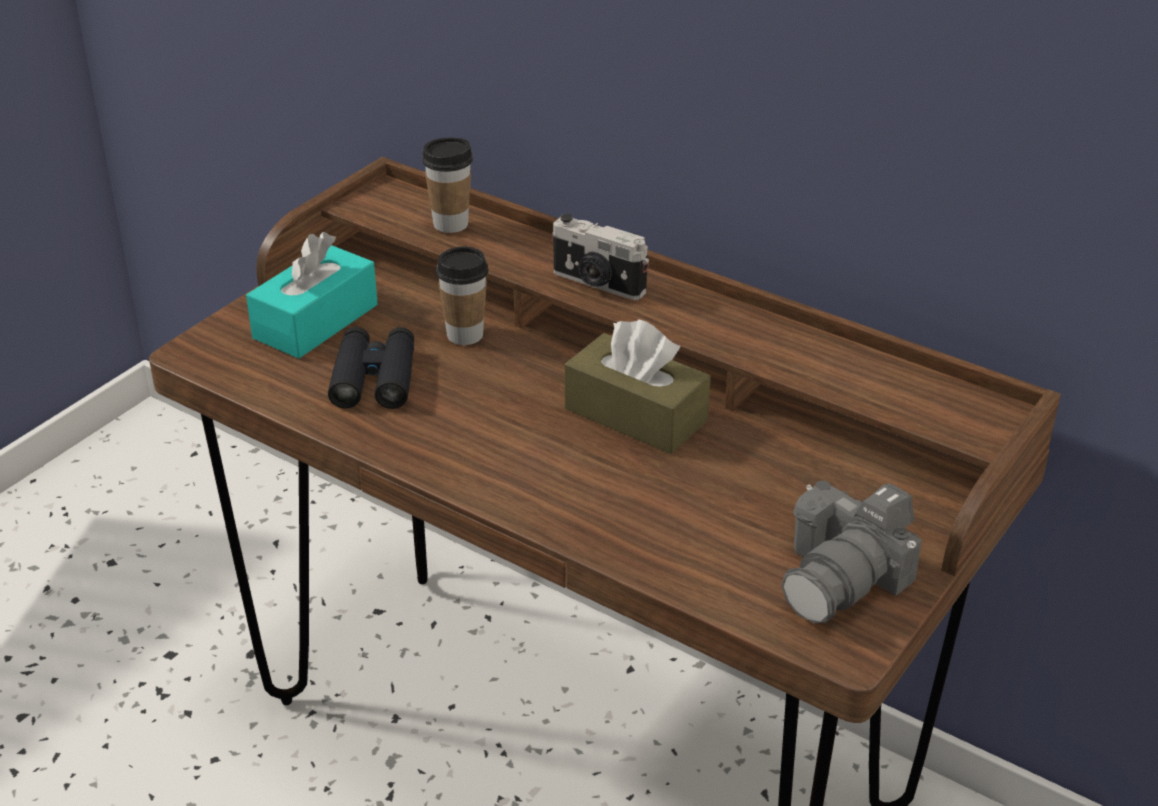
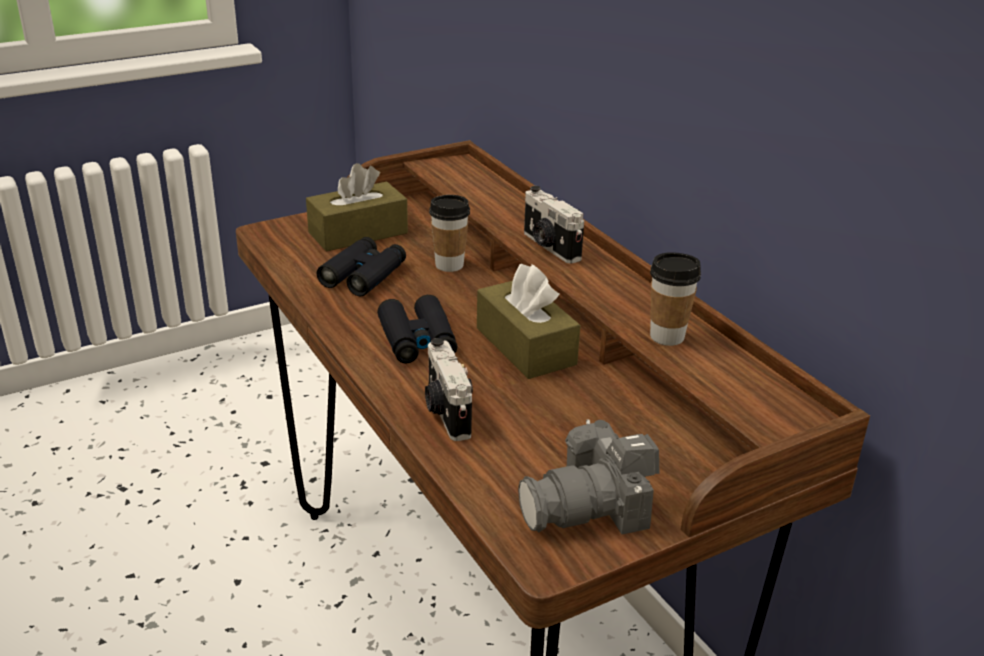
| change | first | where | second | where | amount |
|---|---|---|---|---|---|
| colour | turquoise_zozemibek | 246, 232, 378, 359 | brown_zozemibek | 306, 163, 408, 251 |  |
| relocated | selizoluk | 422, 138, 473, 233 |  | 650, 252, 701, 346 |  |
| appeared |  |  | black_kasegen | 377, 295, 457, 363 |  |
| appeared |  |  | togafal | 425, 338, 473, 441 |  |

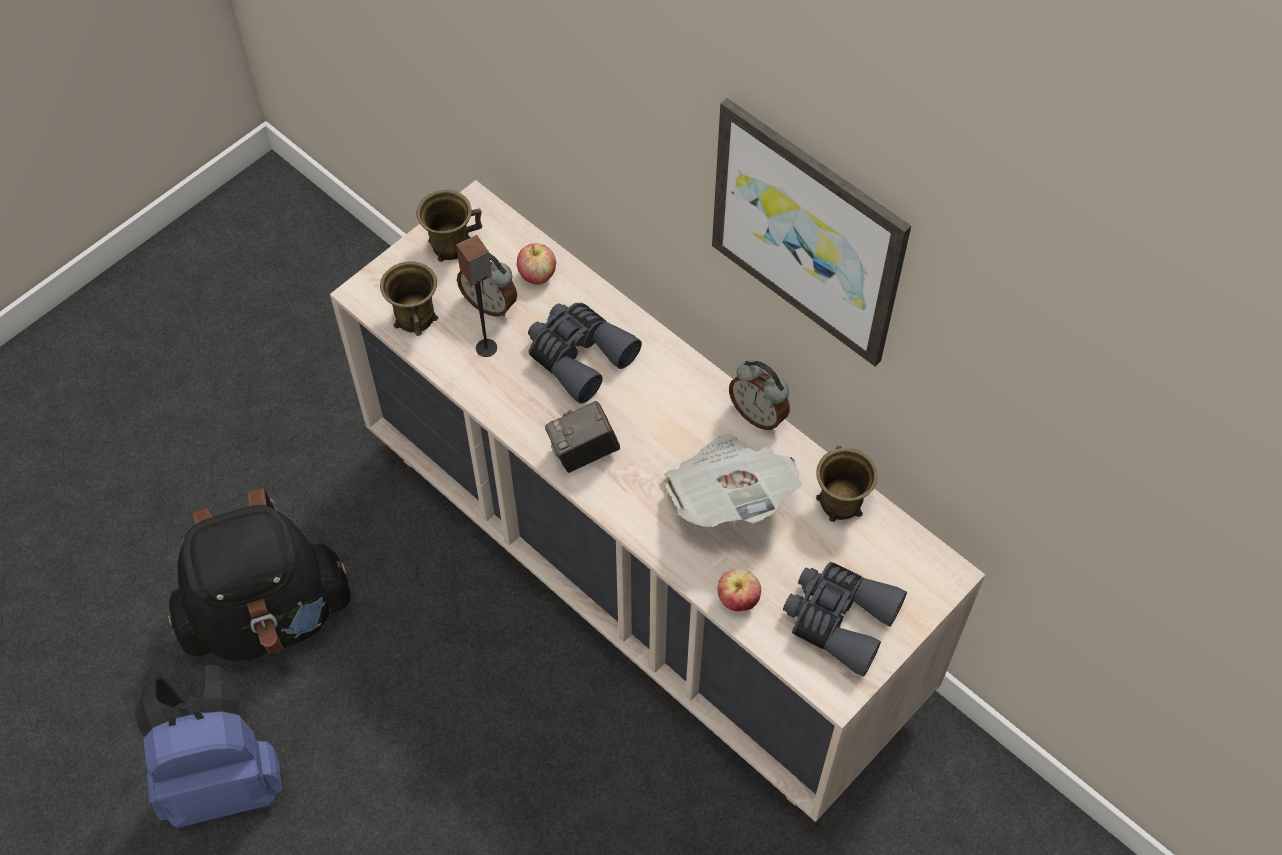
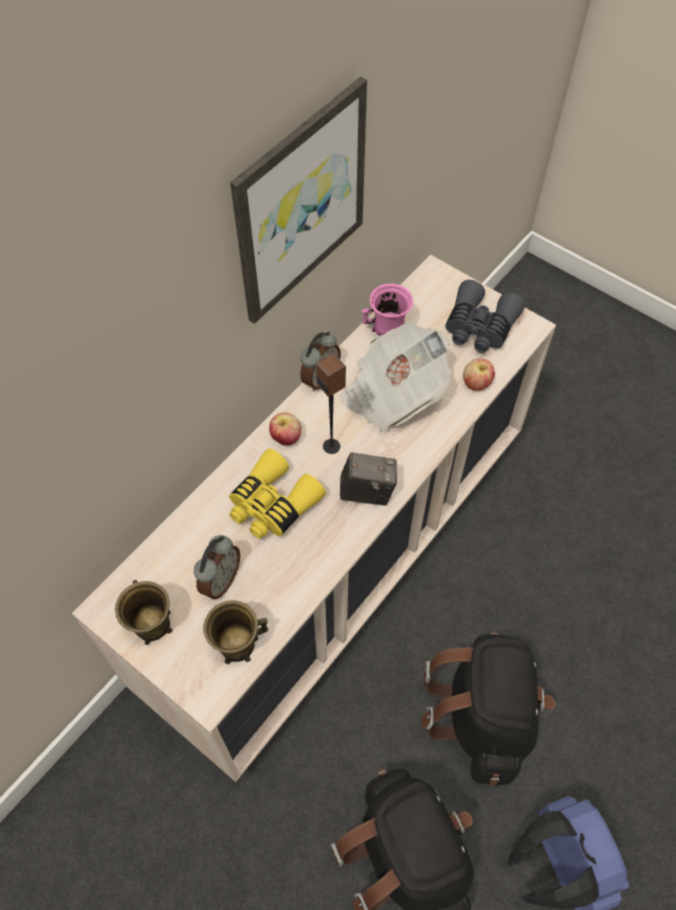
| change | first | where | second | where | amount |
|---|---|---|---|---|---|
| relocated | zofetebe | 456, 235, 497, 357 |  | 316, 353, 346, 454 |  |
| relocated | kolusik | 517, 243, 556, 285 |  | 269, 412, 301, 445 |  |
| colour | grey_kasegen | 528, 303, 642, 404 | yellow_kasegen | 229, 448, 326, 539 |  |
| spun | togafal | 545, 401, 620, 473 |  | 340, 452, 397, 506 | 60 degrees counterclockwise |
| colour | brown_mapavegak | 816, 446, 878, 522 | pink_mapavegak | 362, 284, 413, 336 |  |
| appeared |  |  | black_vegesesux | 422, 632, 555, 786 |  |

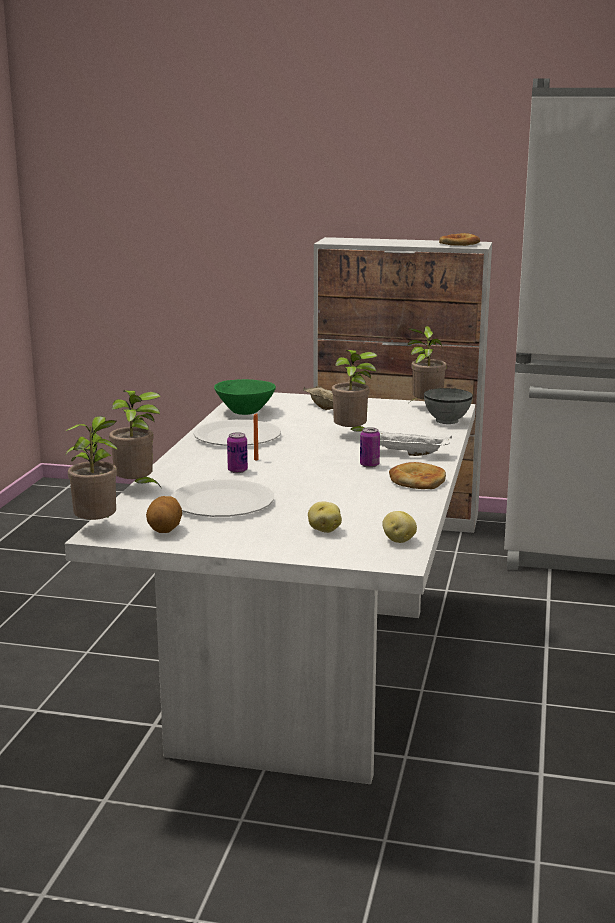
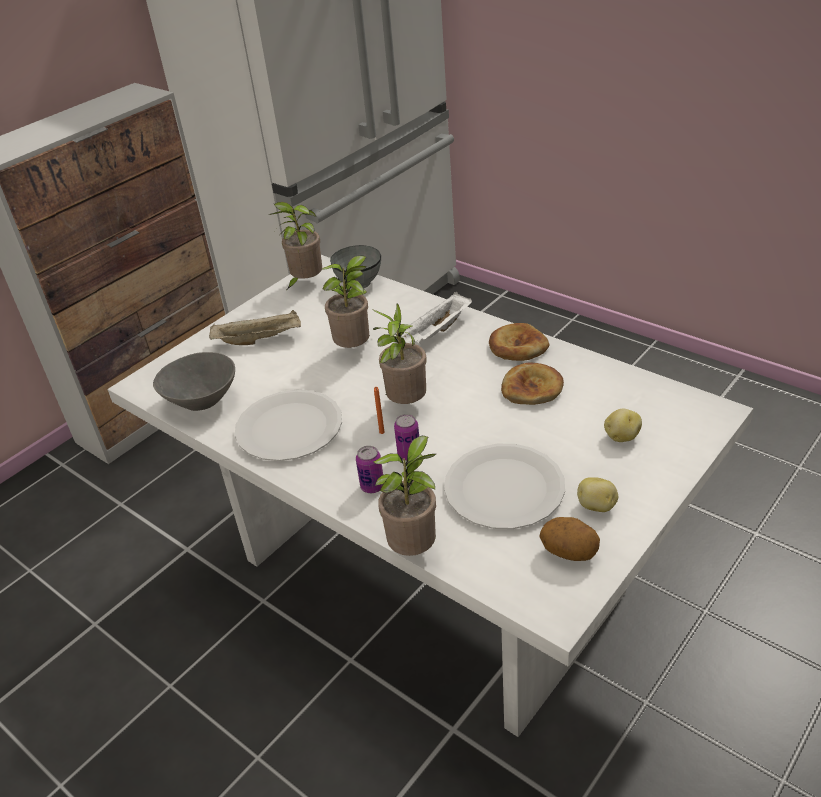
| change | first | where | second | where | amount |
|---|---|---|---|---|---|
| relocated | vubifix | 65, 416, 118, 520 |  | 373, 304, 427, 404 |  |
| colour | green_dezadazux | 214, 379, 276, 415 | grey_dezadazux | 153, 352, 235, 411 |  |
| relocated | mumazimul | 360, 427, 380, 468 |  | 356, 446, 383, 493 |  |
| relocated | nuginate | 382, 511, 417, 543 |  | 577, 477, 618, 512 |  |
| relocated | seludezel | 439, 233, 480, 246 |  | 501, 362, 564, 405 |  |

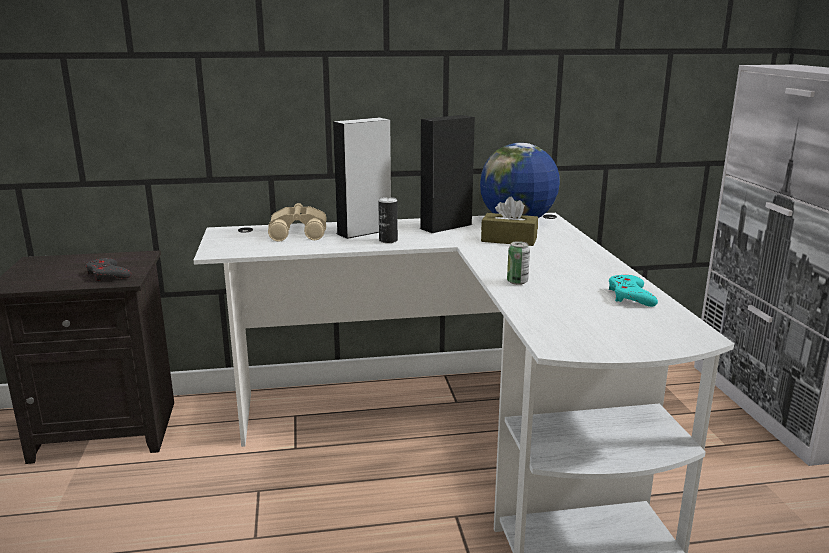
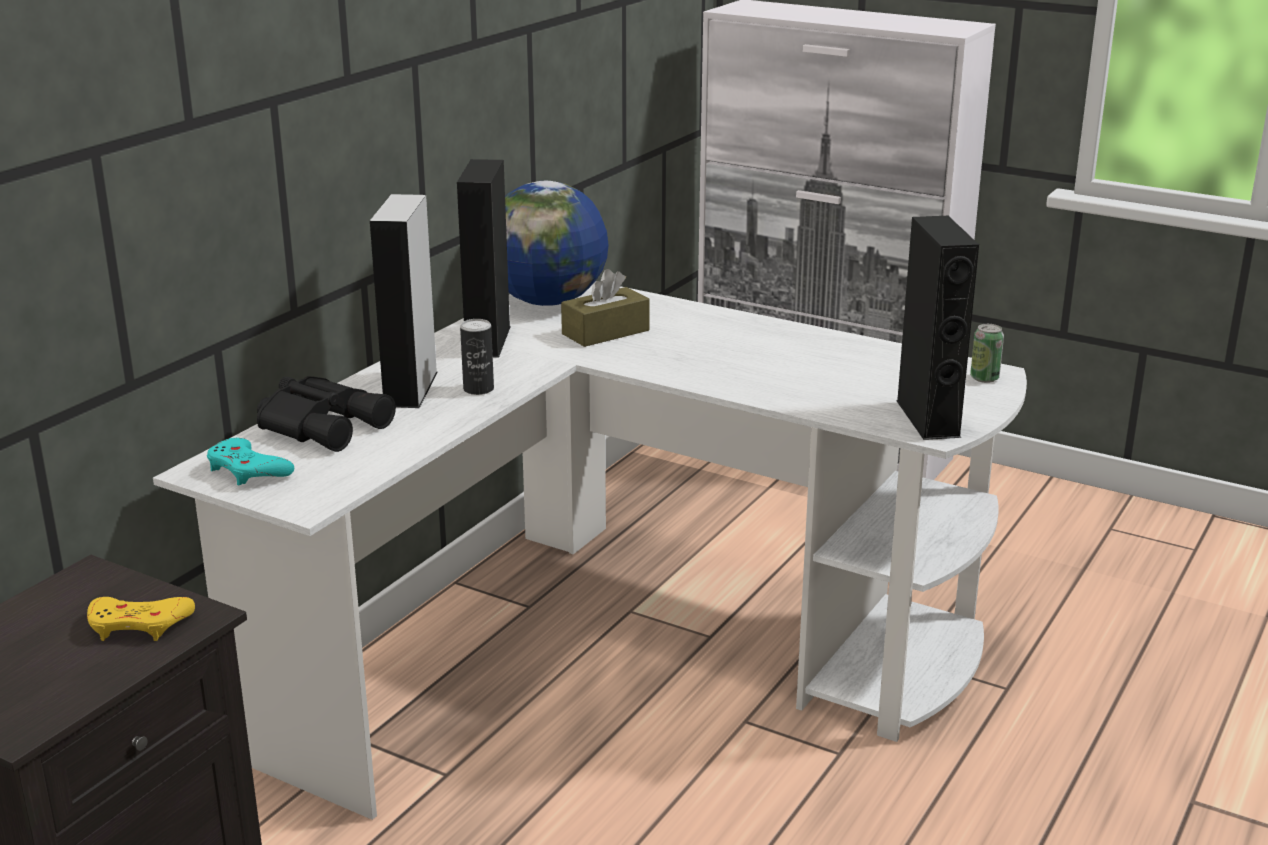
| change | first | where | second | where | amount |
|---|---|---|---|---|---|
| colour | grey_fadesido | 86, 258, 131, 281 | yellow_fadesido | 87, 597, 195, 641 |  |
| colour | beige_kasegen | 268, 203, 327, 241 | black_kasegen | 257, 376, 396, 452 |  |
| relocated | mumazimul | 507, 241, 530, 285 |  | 970, 324, 1004, 383 |  |
| relocated | turquoise_fadesido | 609, 275, 658, 307 |  | 207, 438, 294, 485 |  |
| appeared |  |  | black_zofetebe | 896, 216, 979, 440 |  |

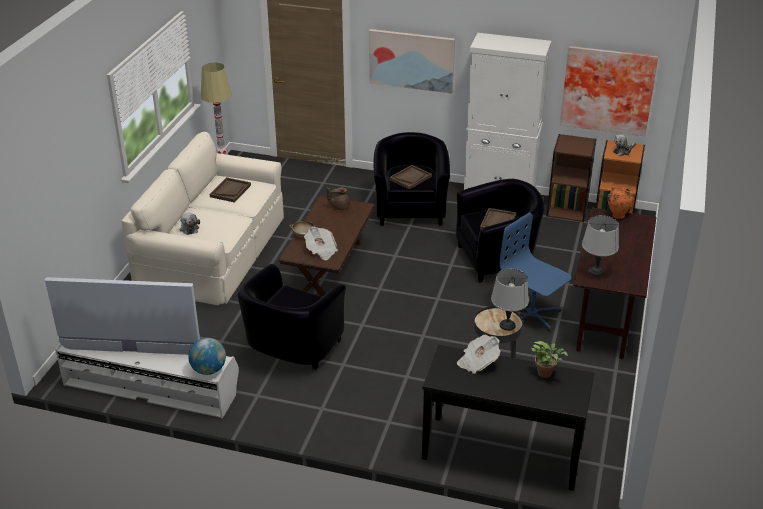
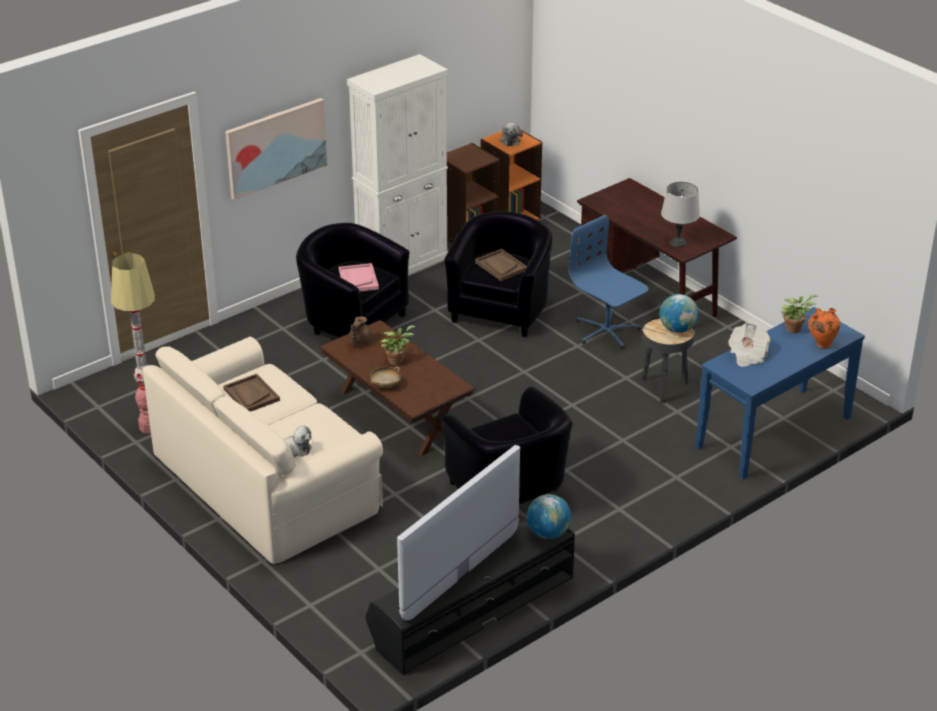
| change | first | where | second | where | amount |
|---|---|---|---|---|---|
| colour | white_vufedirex | 55, 343, 239, 419 | black_vufedirex | 366, 519, 575, 675 |  |
| missing | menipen | 304, 227, 338, 260 |  |  |  |
| colour | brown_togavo | 390, 165, 432, 190 | pink_togavo | 339, 263, 379, 291 |  |
| colour | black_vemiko | 422, 345, 594, 491 | blue_vemiko | 695, 307, 865, 479 |  |
| exchanged | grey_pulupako | 491, 269, 529, 331 | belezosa | 660, 294, 699, 333 |  |
| spun | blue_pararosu | 500, 213, 571, 331 |  | 569, 215, 649, 349 | 60 degrees clockwise |
| missing | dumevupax | 560, 46, 658, 136 |  |  |  |
| relocated | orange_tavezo | 607, 185, 633, 219 |  | 808, 308, 840, 348 |  |
| appeared |  |  | vubifix | 381, 325, 415, 365 |  |

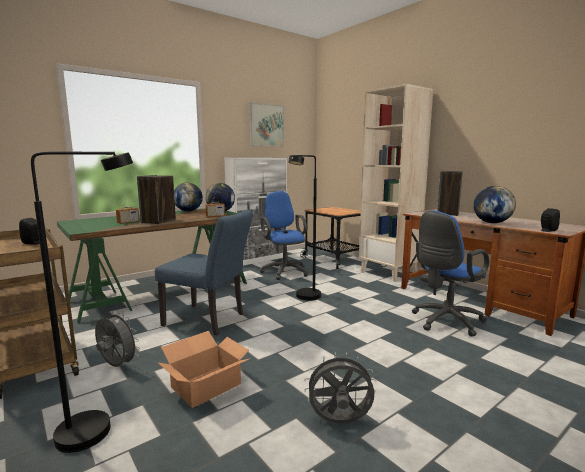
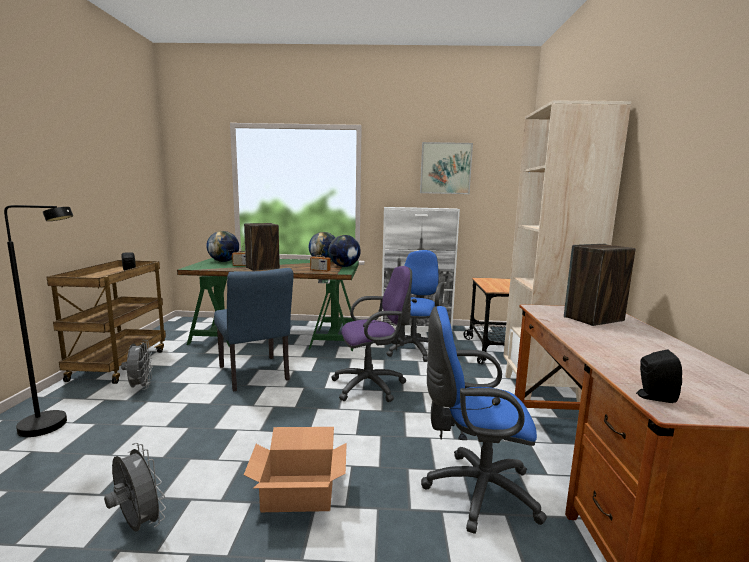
| change | first | where | second | where | amount |
|---|---|---|---|---|---|
| relocated | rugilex | 159, 331, 251, 408 |  | 244, 427, 347, 512 |  |
| exchanged | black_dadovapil | 289, 155, 321, 301 | purple_pararosu | 331, 266, 412, 402 |  |
| relocated | belezosa | 473, 186, 516, 223 |  | 206, 231, 239, 262 |  |

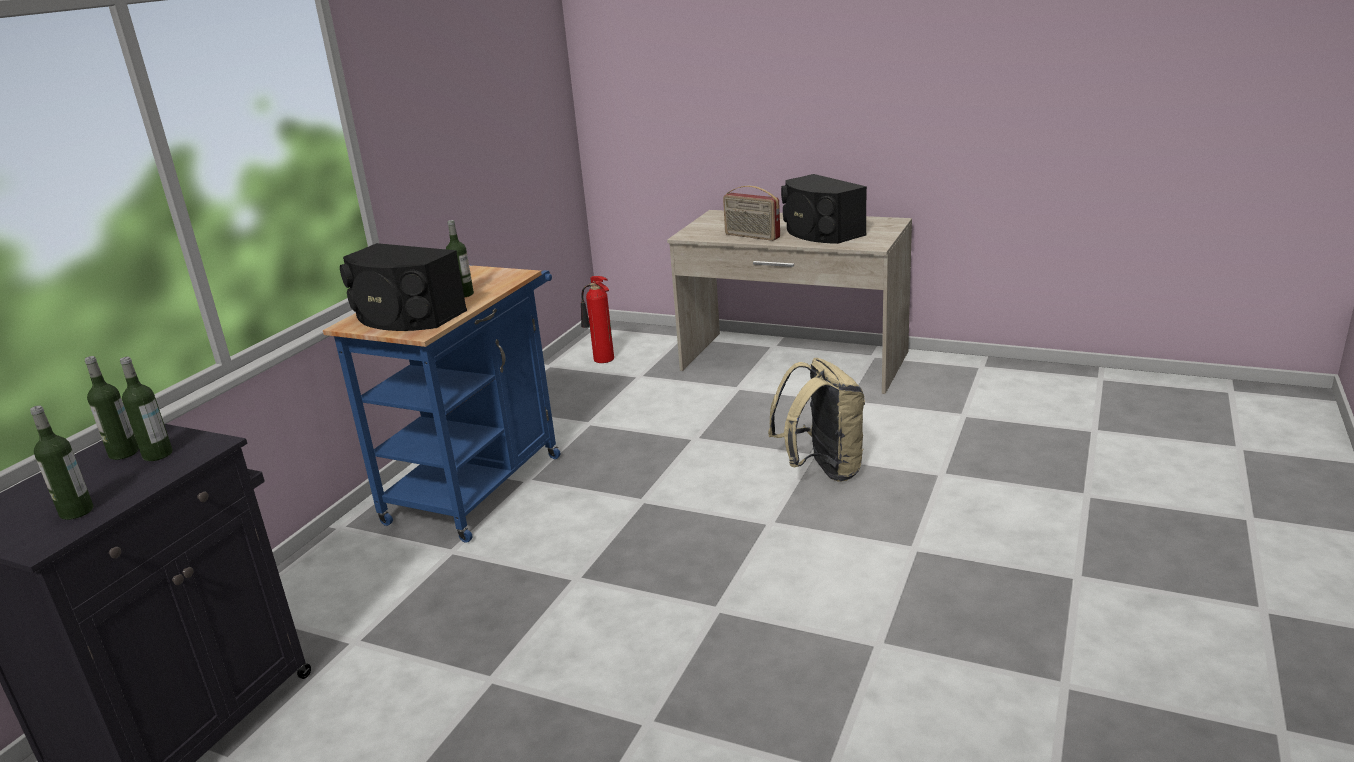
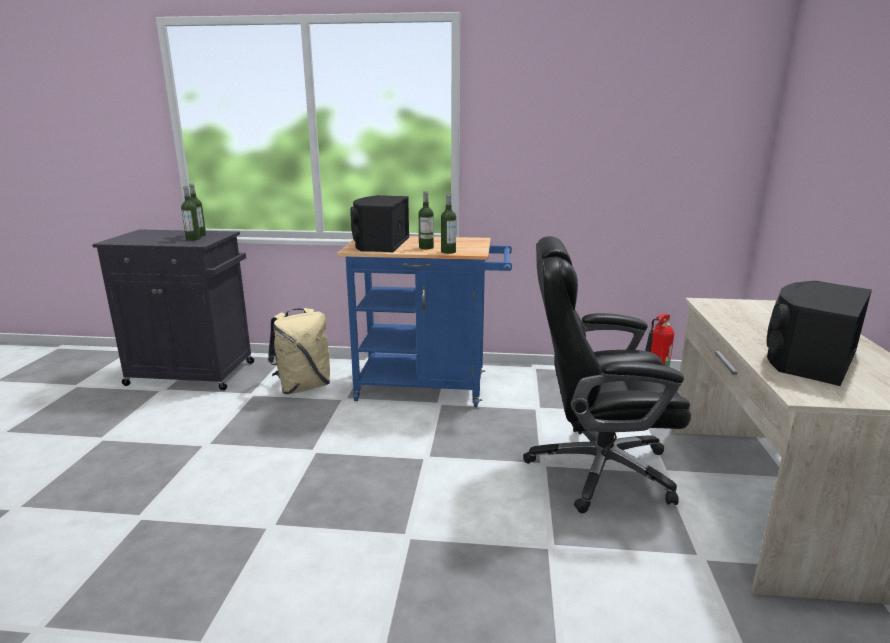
| change | first | where | second | where | amount |
|---|---|---|---|---|---|
| relocated | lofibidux | 30, 405, 94, 520 |  | 441, 194, 456, 254 |  |
| missing | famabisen | 723, 186, 780, 241 |  |  |  |
| relocated | beige_vegesesux | 768, 358, 865, 482 |  | 268, 308, 331, 394 |  |
| appeared |  |  | black_pararosu | 523, 236, 691, 513 |  |

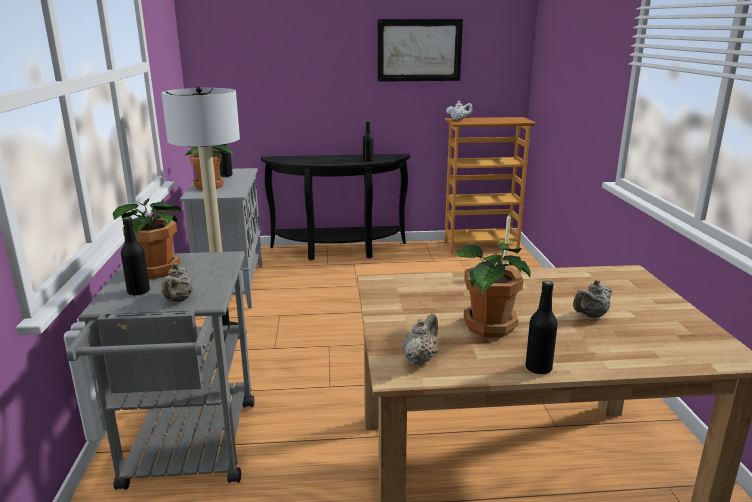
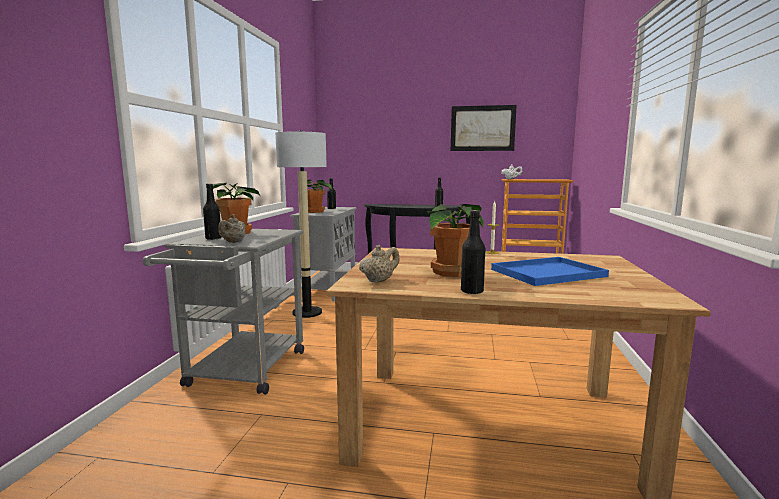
| change | first | where | second | where | amount |
|---|---|---|---|---|---|
| exchanged | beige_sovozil | 573, 280, 612, 318 | blue_togavo | 491, 257, 609, 286 |  |

